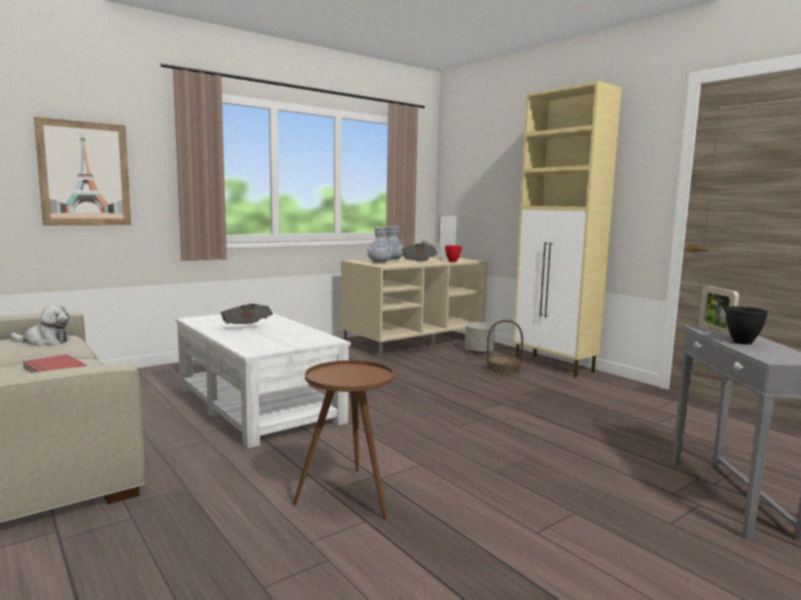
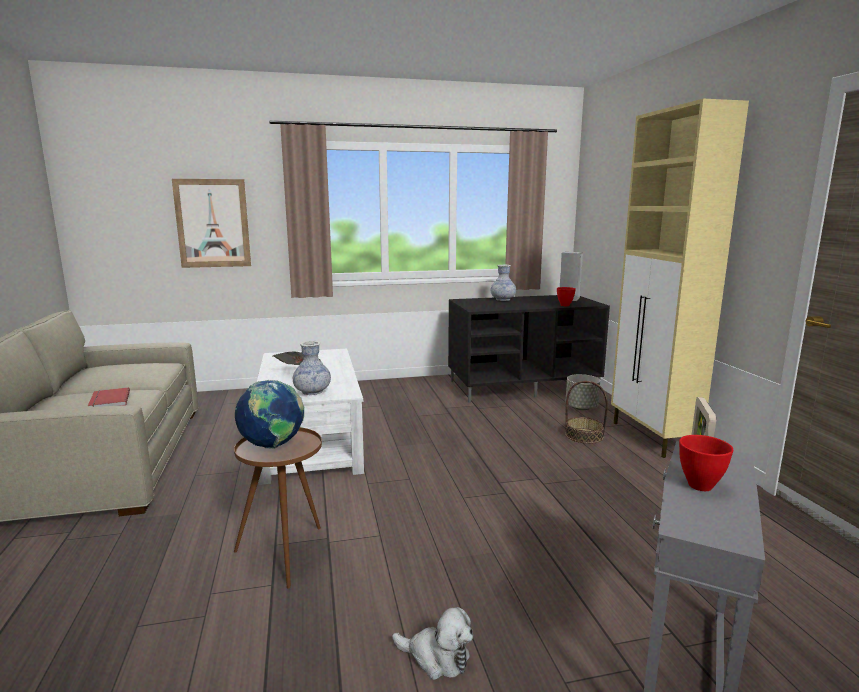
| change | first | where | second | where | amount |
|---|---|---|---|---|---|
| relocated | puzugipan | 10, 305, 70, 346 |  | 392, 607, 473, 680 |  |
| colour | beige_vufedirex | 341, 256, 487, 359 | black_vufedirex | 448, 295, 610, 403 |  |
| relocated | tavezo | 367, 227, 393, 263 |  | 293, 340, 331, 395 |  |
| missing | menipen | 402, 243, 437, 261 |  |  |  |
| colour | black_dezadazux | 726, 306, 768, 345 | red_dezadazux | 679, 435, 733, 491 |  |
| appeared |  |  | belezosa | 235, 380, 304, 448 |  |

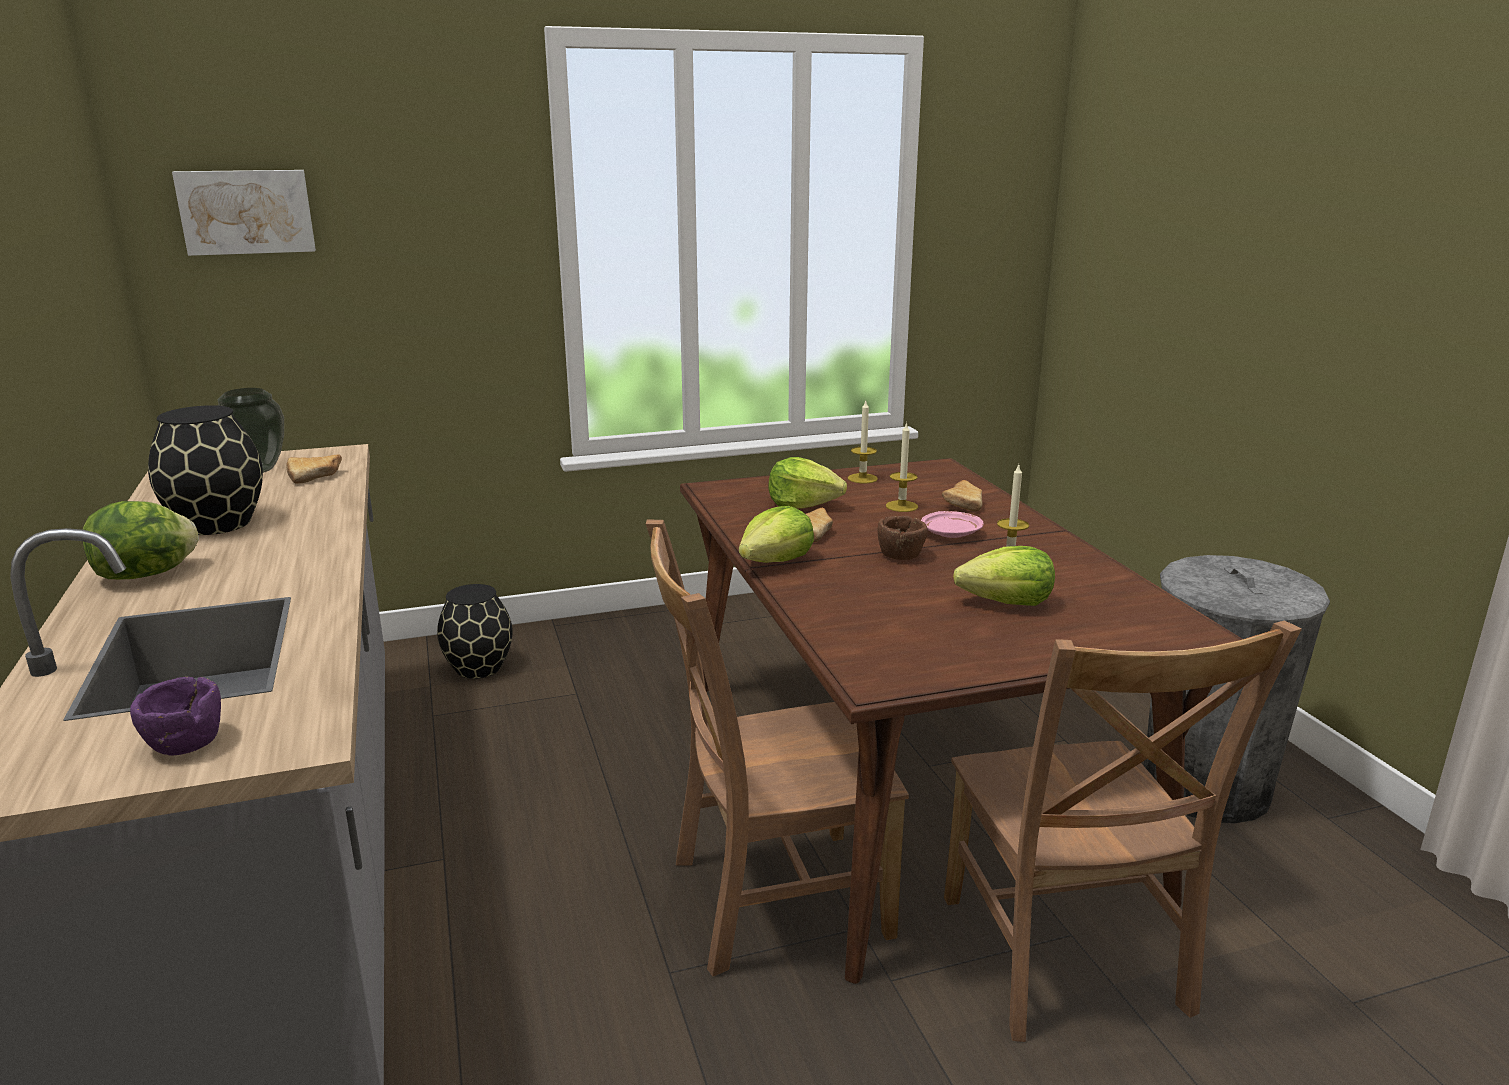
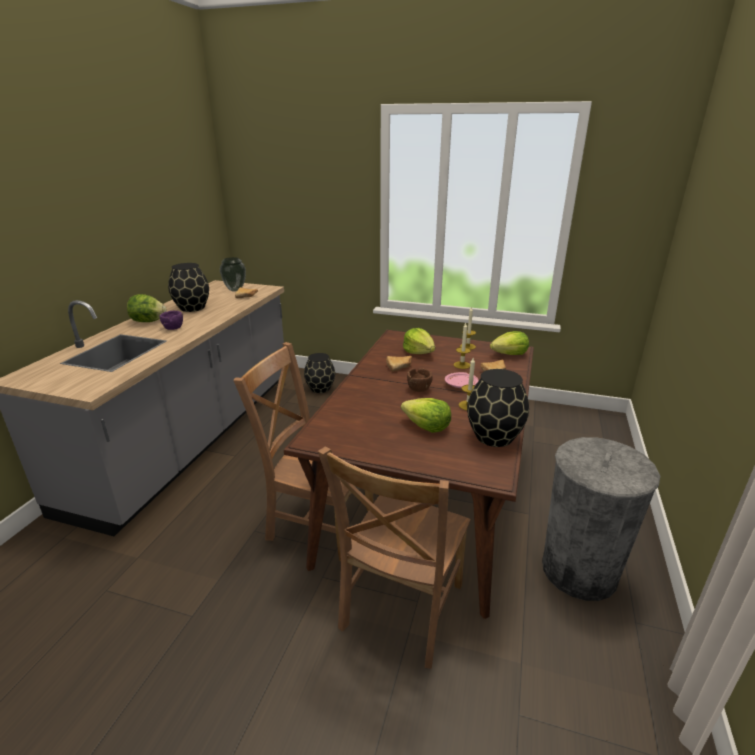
| change | first | where | second | where | amount |
|---|---|---|---|---|---|
| relocated | purple_dezadazux | 130, 677, 221, 756 |  | 160, 311, 183, 330 |  |
| missing | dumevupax | 172, 170, 316, 256 |  |  |  |
| relocated | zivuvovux | 739, 506, 814, 563 |  | 490, 331, 529, 355 |  |
| appeared |  |  | black_tavezo | 467, 369, 529, 447 |  |

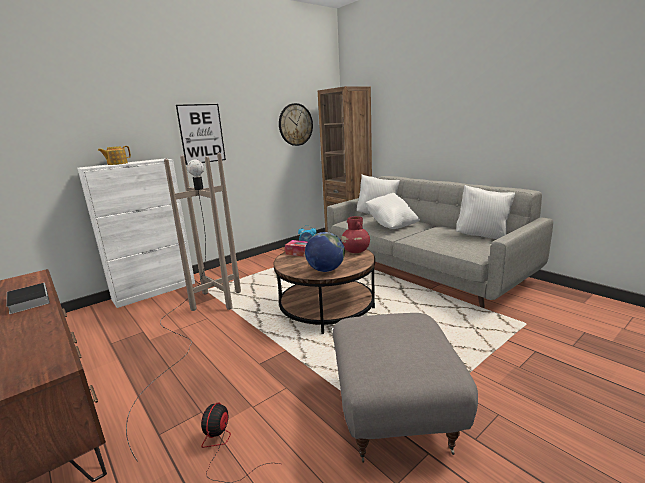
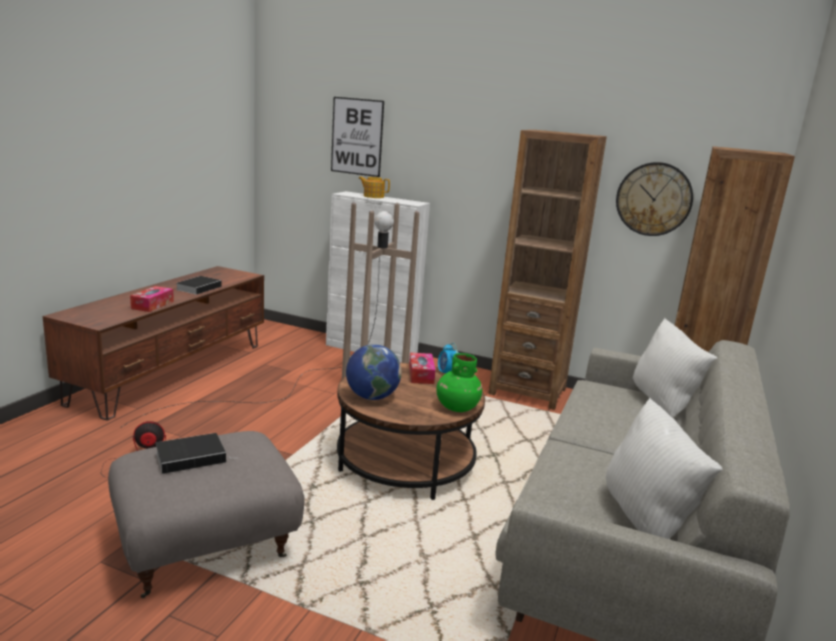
| change | first | where | second | where | amount |
|---|---|---|---|---|---|
| relocated | dumevupax | 176, 104, 226, 165 |  | 331, 97, 384, 177 |  |
| colour | red_tavezo | 341, 216, 370, 253 | green_tavezo | 436, 353, 482, 412 |  |
| missing | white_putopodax | 366, 193, 420, 229 |  |  |  |
| appeared |  |  | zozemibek | 130, 286, 174, 312 |  |
| appeared |  |  | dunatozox | 155, 433, 237, 474 |  |
| appeared |  |  | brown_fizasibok | 488, 130, 607, 410 |  |

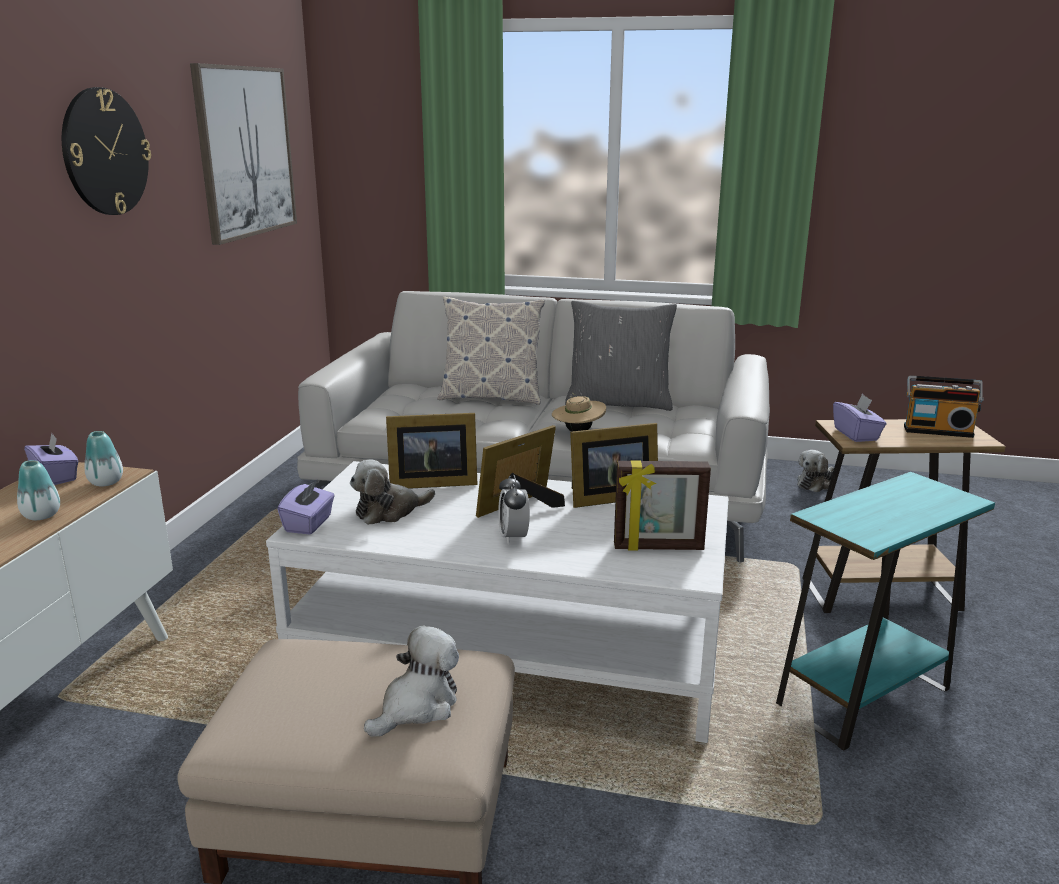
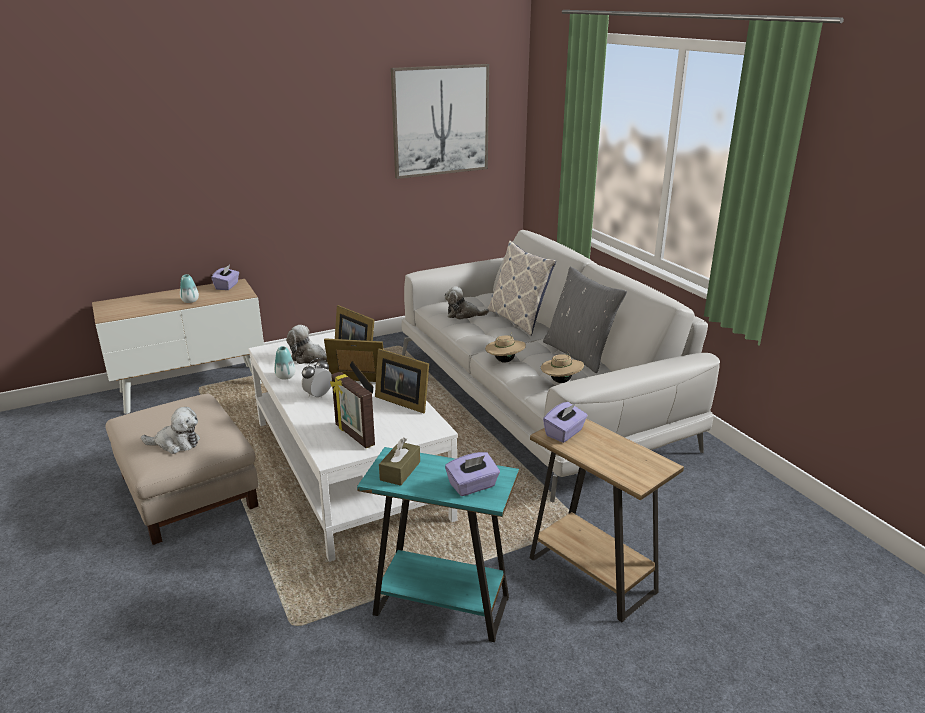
| change | first | where | second | where | amount |
|---|---|---|---|---|---|
| missing | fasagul | 62, 87, 151, 215 |  |  |  |
| relocated | tavezo | 85, 431, 123, 486 |  | 274, 346, 295, 379 |  |
| relocated | purple_zozemibek | 277, 480, 335, 535 |  | 445, 452, 500, 496 |  |
| relocated | puzugipan | 797, 450, 834, 492 |  | 445, 286, 489, 320 |  |
| missing | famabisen | 904, 375, 984, 438 |  |  |  |
| appeared |  |  | brown_zozemibek | 379, 437, 420, 486 |  |
| appeared |  |  | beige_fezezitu | 541, 352, 584, 383 |  |

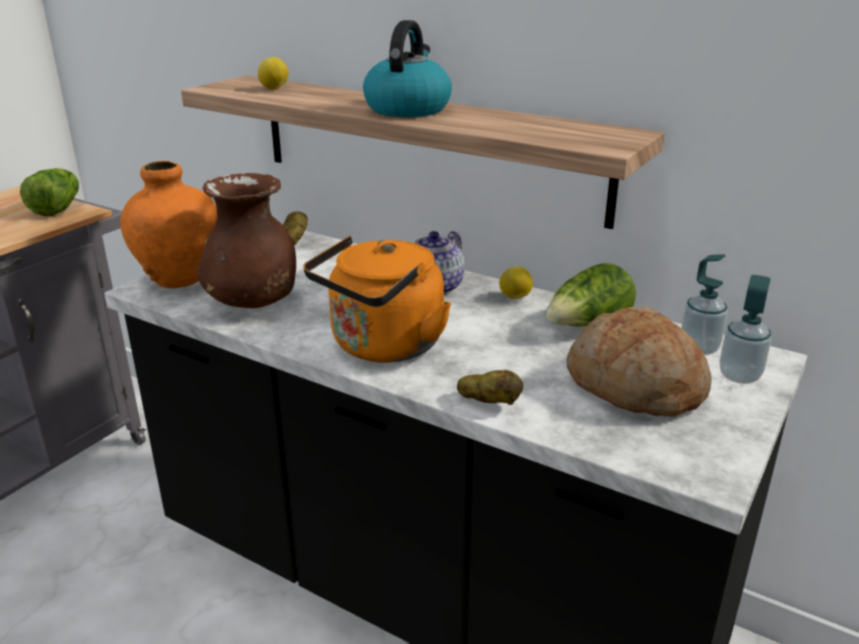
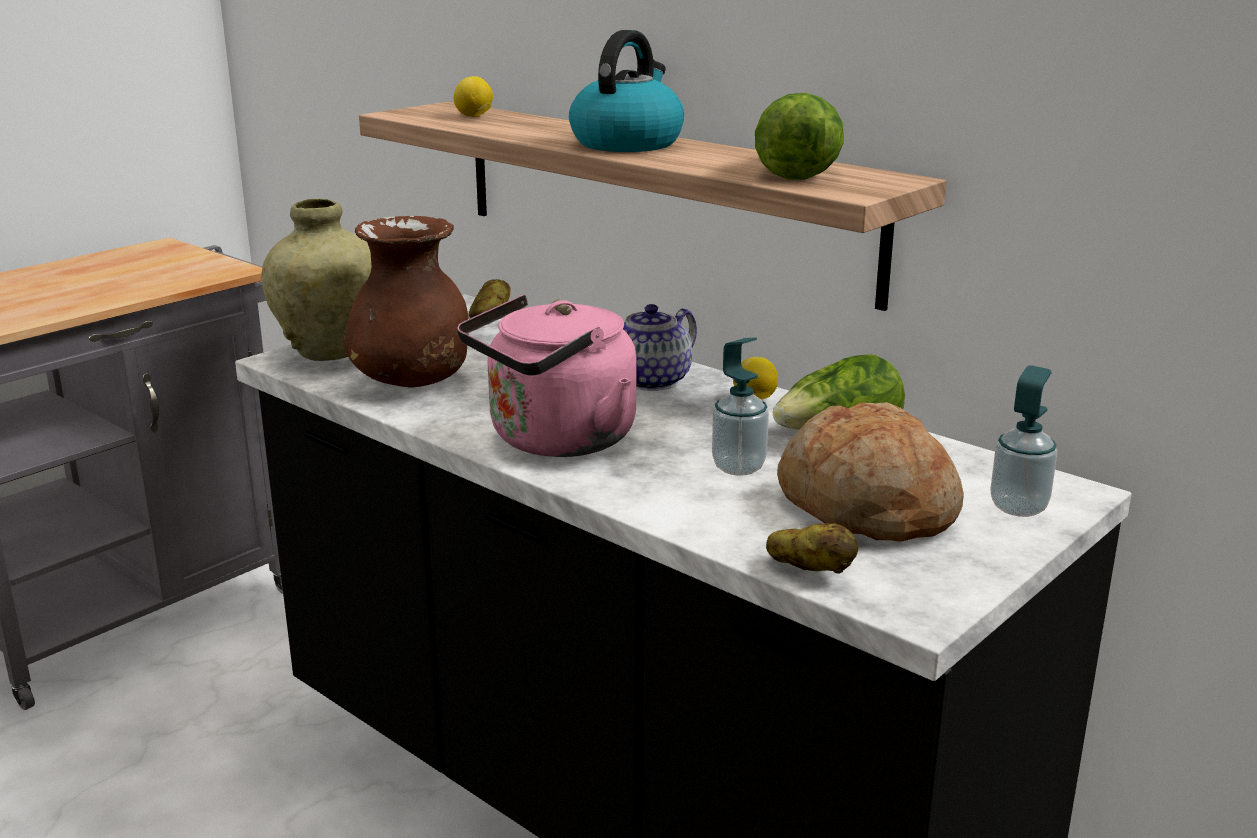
| change | first | where | second | where | amount |
|---|---|---|---|---|---|
| relocated | zivuvovux | 20, 168, 79, 216 |  | 755, 93, 844, 180 |  |
| colour | orange_tavezo | 121, 161, 217, 288 | beige_tavezo | 261, 199, 371, 361 |  |
| colour | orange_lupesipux | 303, 236, 451, 362 | pink_lupesipux | 457, 295, 636, 457 |  |
| relocated | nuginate | 457, 370, 523, 405 |  | 766, 523, 859, 574 |  |
| relocated | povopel | 681, 254, 728, 355 |  | 712, 337, 769, 476 |  |

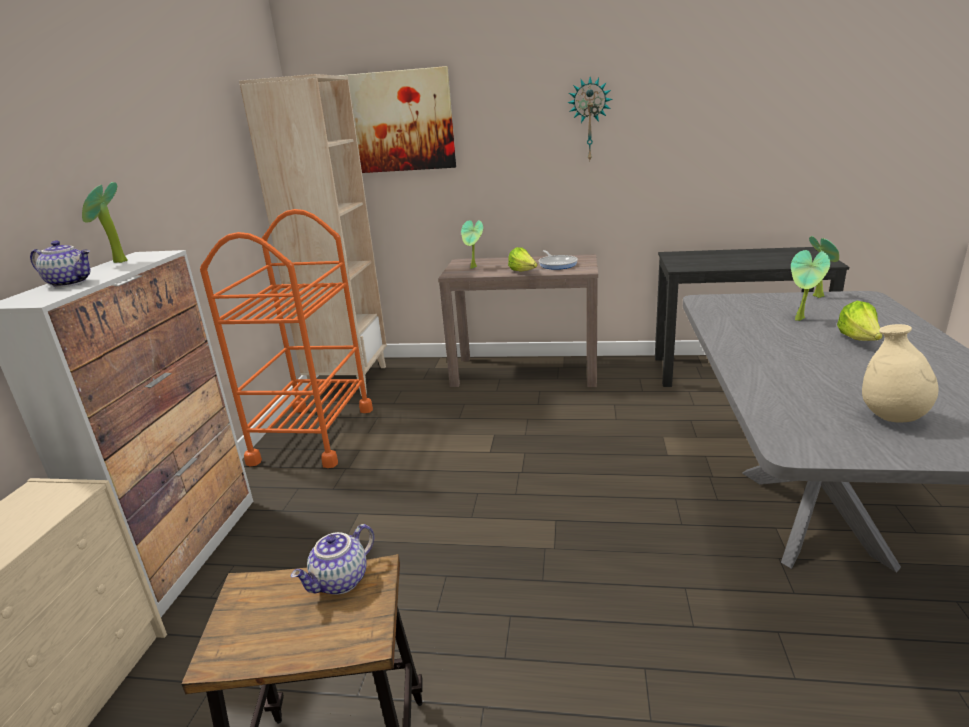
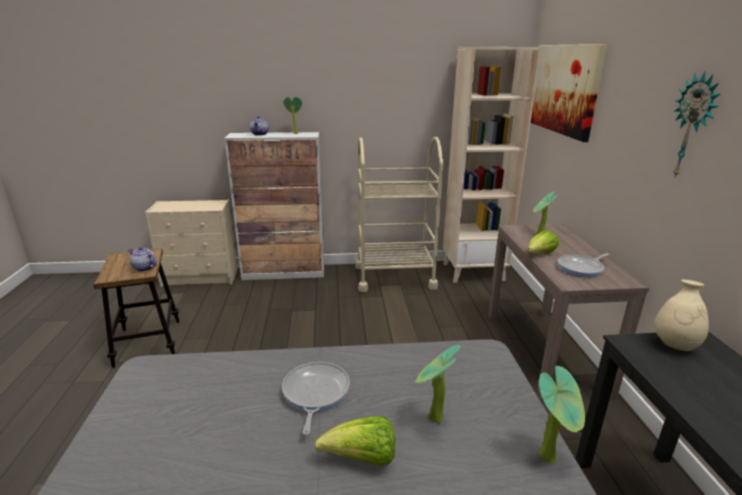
| change | first | where | second | where | amount |
|---|---|---|---|---|---|
| colour | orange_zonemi | 200, 209, 373, 468 | beige_zonemi | 355, 137, 443, 292 |  |
| relocated | beige_tavezo | 862, 324, 938, 423 |  | 654, 280, 709, 351 |  |
| appeared |  |  | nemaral | 282, 362, 350, 435 |  |

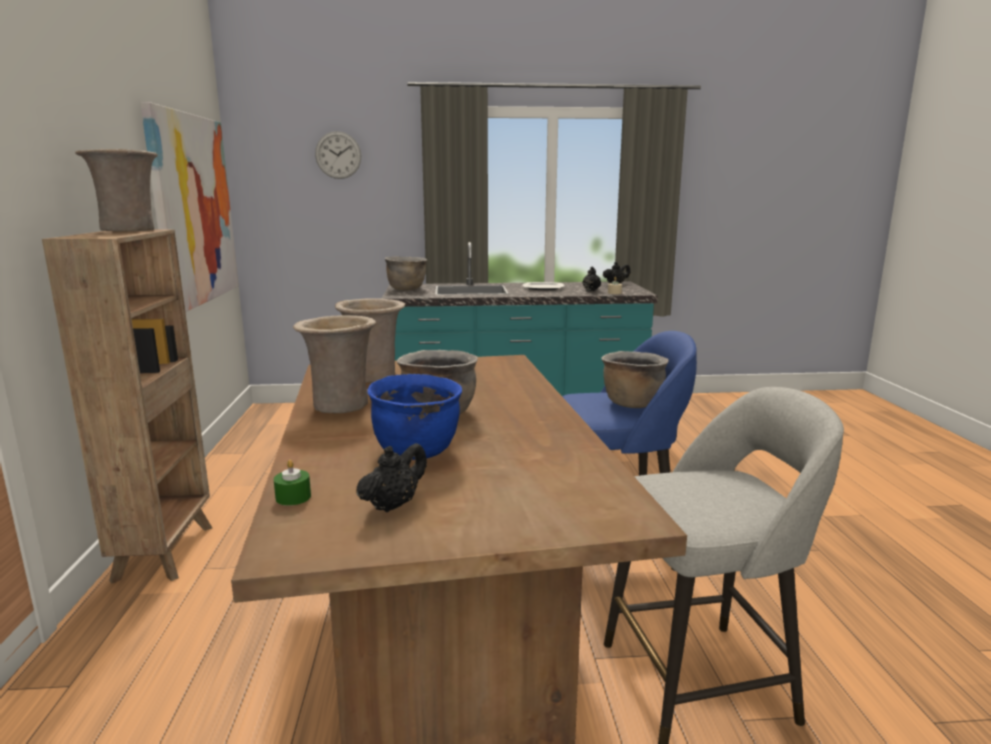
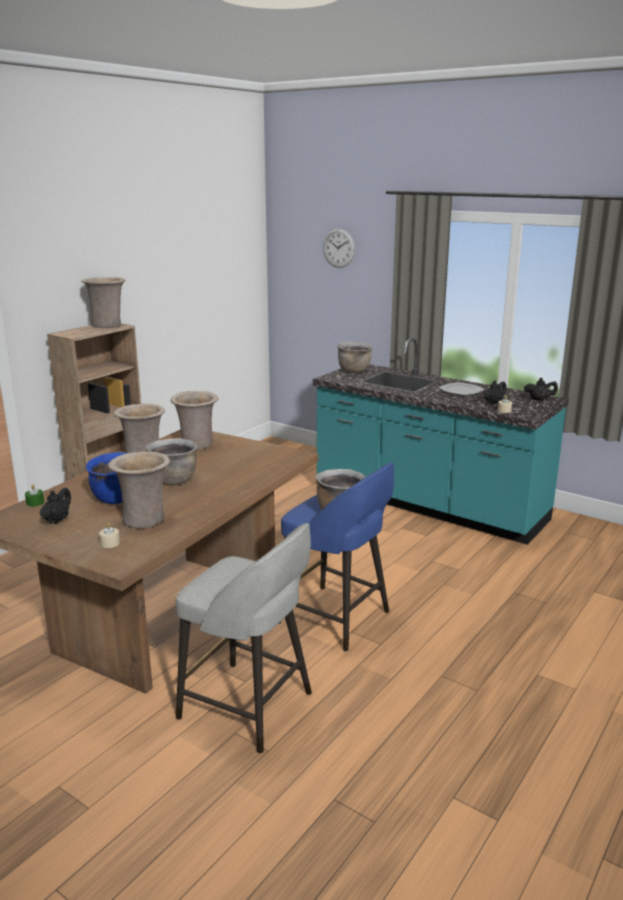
| change | first | where | second | where | amount |
|---|---|---|---|---|---|
| missing | dumevupax | 140, 102, 239, 312 |  |  |  |
| spun | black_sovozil | 356, 443, 427, 512 |  | 40, 488, 71, 524 | 60 degrees counterclockwise |
| appeared |  |  | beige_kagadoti | 99, 523, 120, 548 |  |
| appeared |  |  | beige_tavezo | 108, 451, 170, 528 |  |

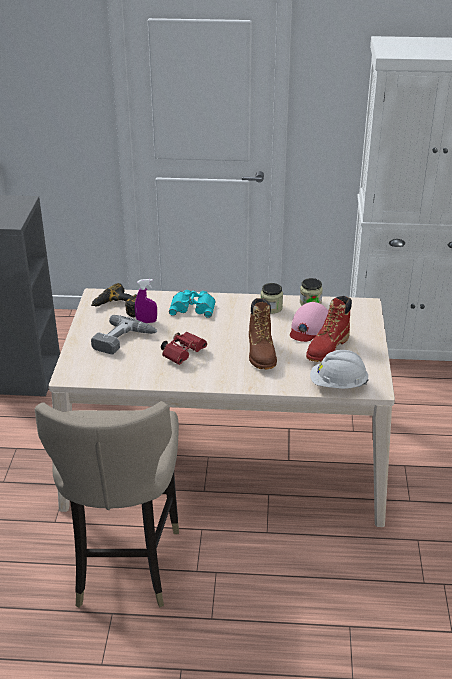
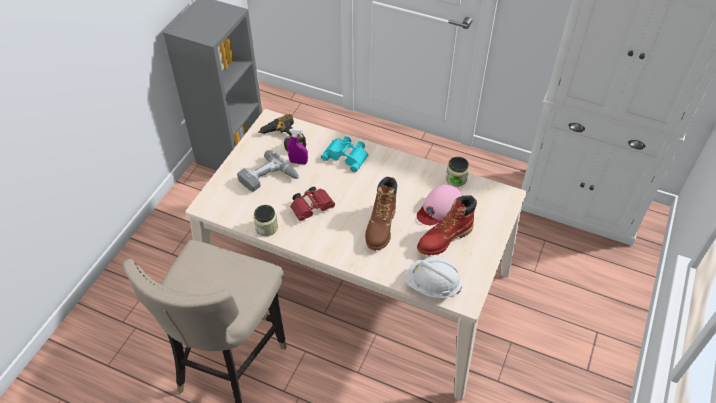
| change | first | where | second | where | amount |
|---|---|---|---|---|---|
| relocated | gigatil | 261, 283, 283, 314 |  | 253, 205, 278, 236 |  |

